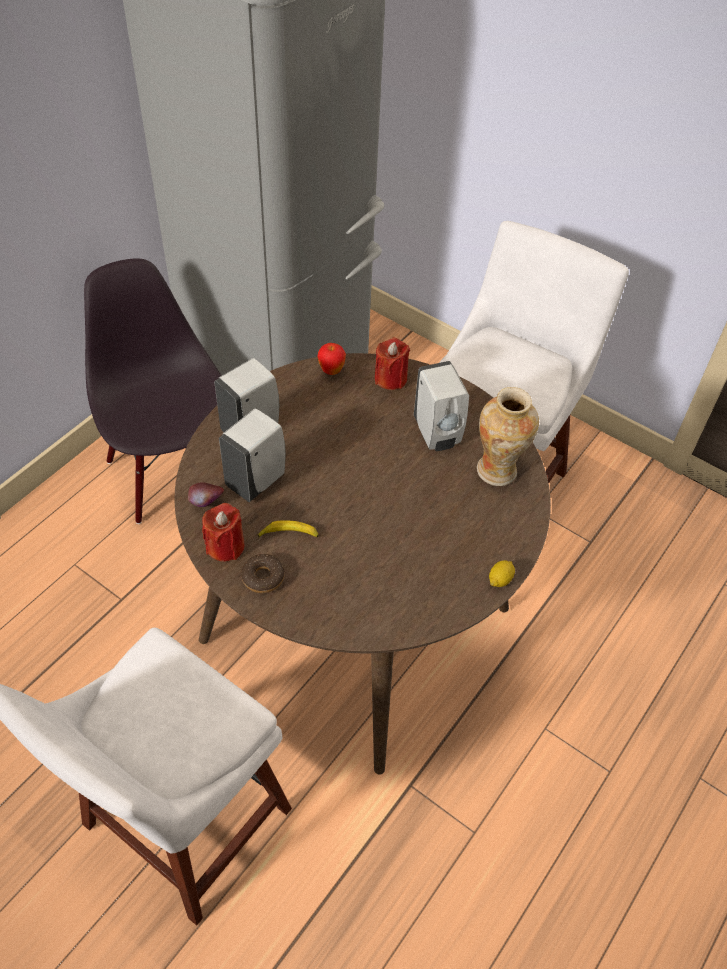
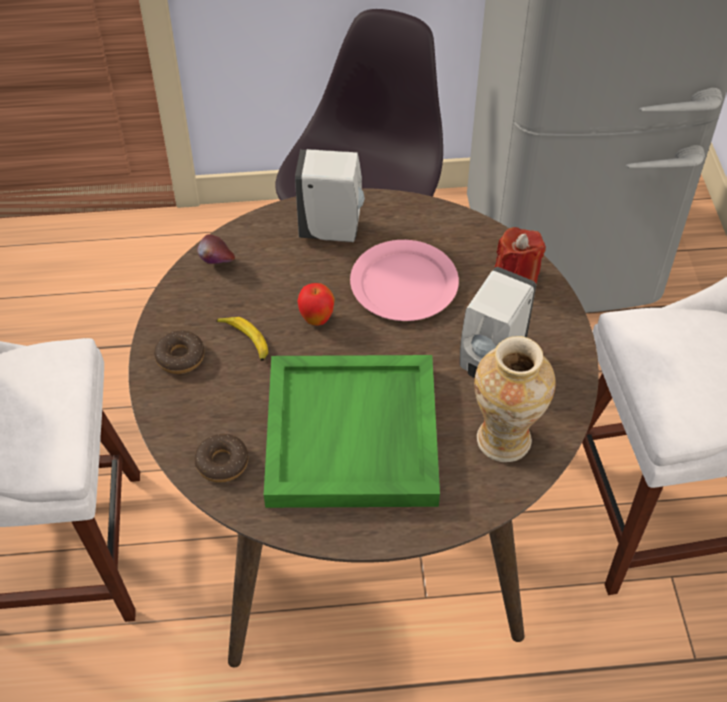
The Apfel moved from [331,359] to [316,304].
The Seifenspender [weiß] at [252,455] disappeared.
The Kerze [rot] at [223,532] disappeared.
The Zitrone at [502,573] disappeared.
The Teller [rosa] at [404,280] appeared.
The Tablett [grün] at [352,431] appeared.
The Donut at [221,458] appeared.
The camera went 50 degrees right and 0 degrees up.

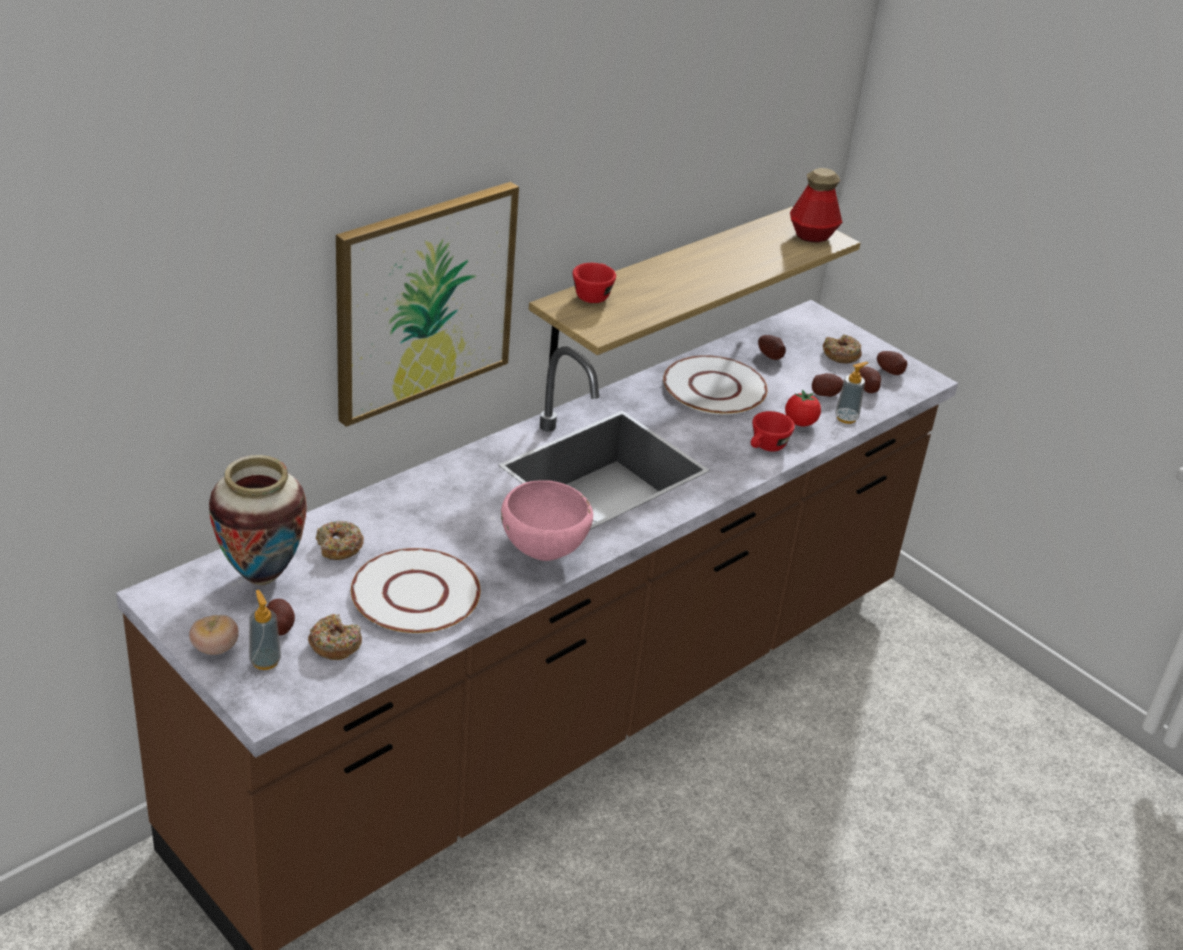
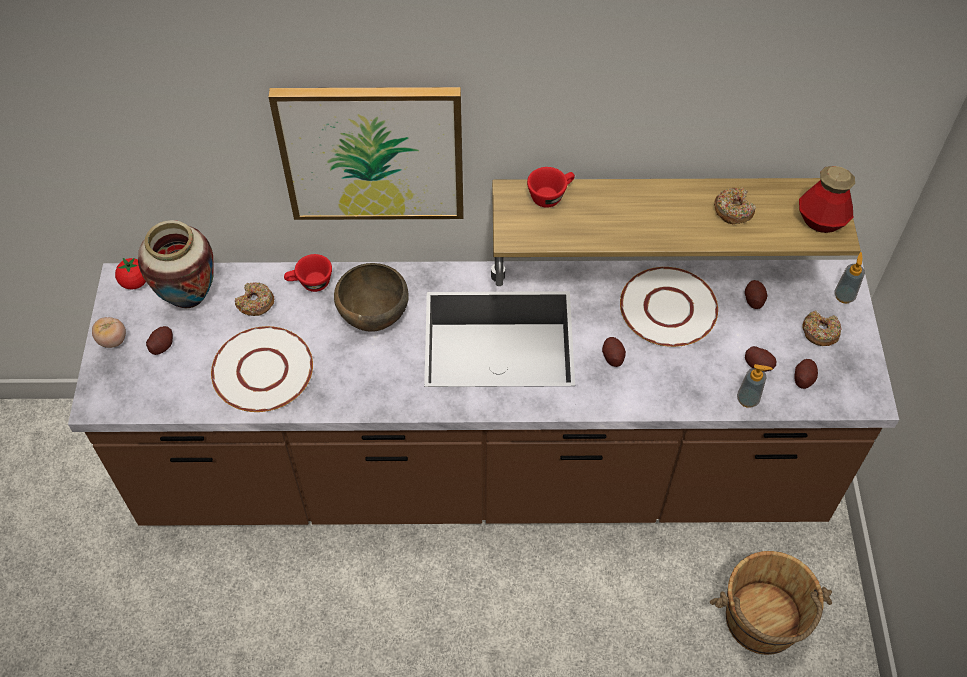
The Kartoffel moved from [892,363] to [614,352].
The Tomate moved from [803,408] to [130,274].
The Tasse [rot] moved from [773,431] to [308,273].
The Schüssel [rosa] at [547,520] disappeared.
The Seifenspender moved from [265,630] to [849,277].
The Donut moved from [335,637] to [735,206].
The Schüssel [braun] at [371,297] appeared.
The Eimer [braun] at [771,603] appeared.
The camera went 45 degrees right and 20 degrees up.

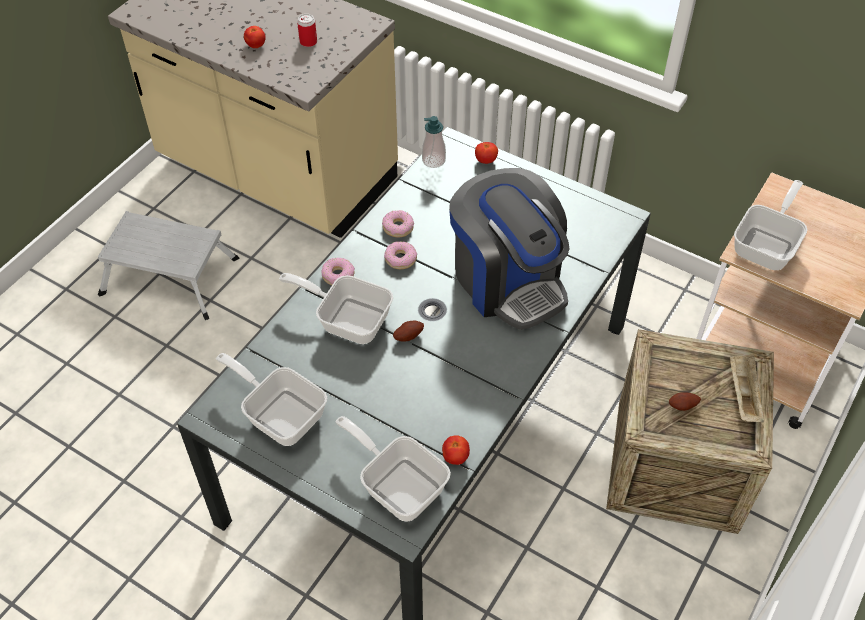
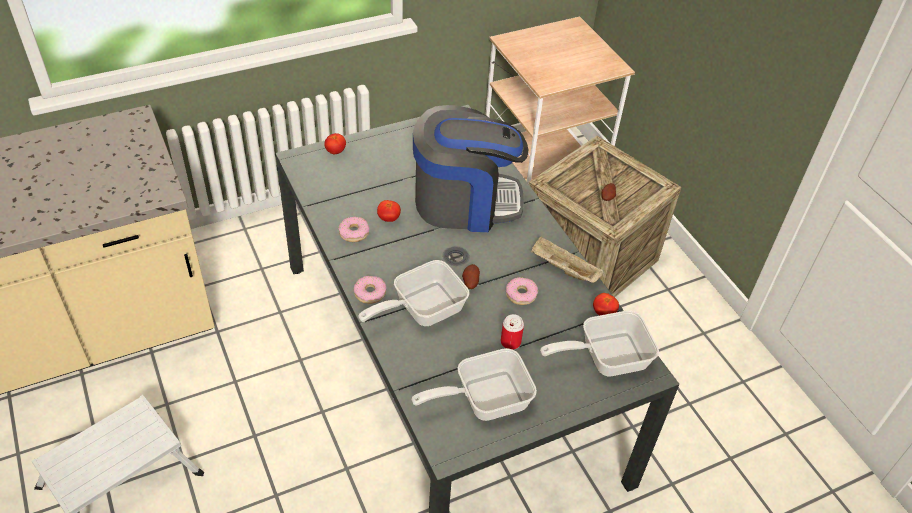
The Dose moved from [307,30] to [512,332].
The Tomate moved from [255,37] to [389,211].
The Seifenspender at [434,142] disappeared.
The Pfanne at [771,225] disappeared.
The Donut moved from [400,255] to [522,291].
The Tablett [beige] moved from [747,388] to [567,260].
The camera went 60 degrees left and 5 degrees down.

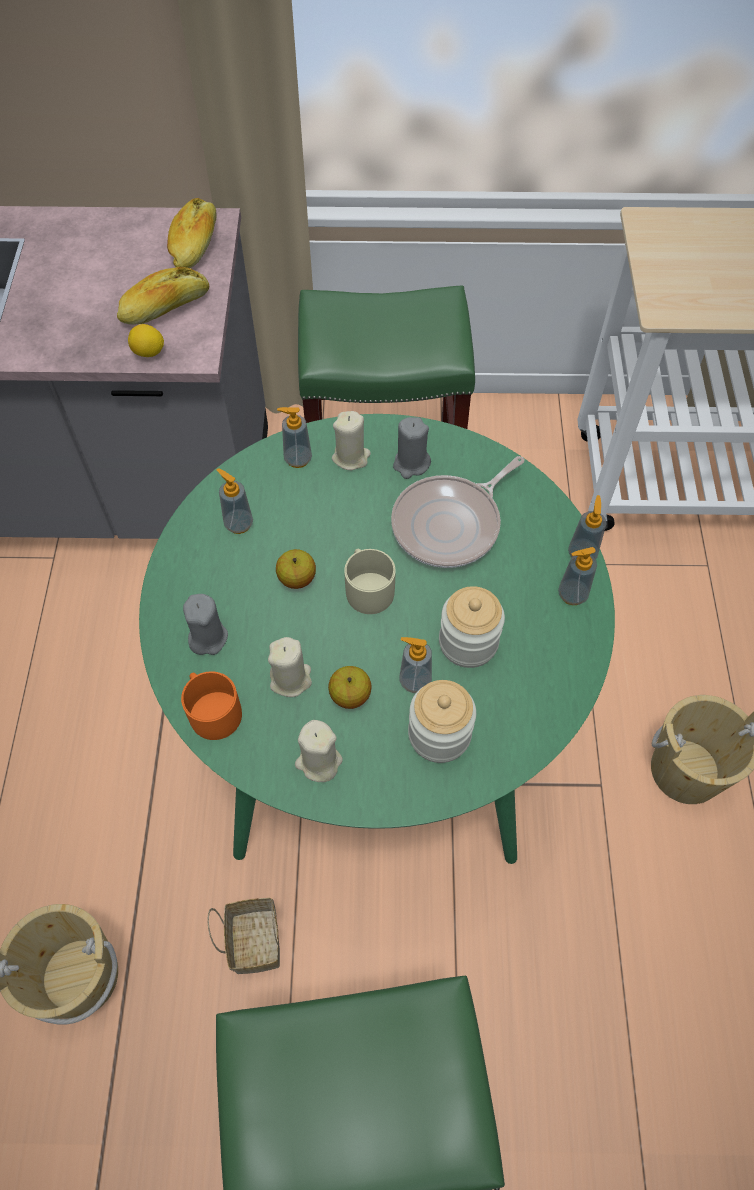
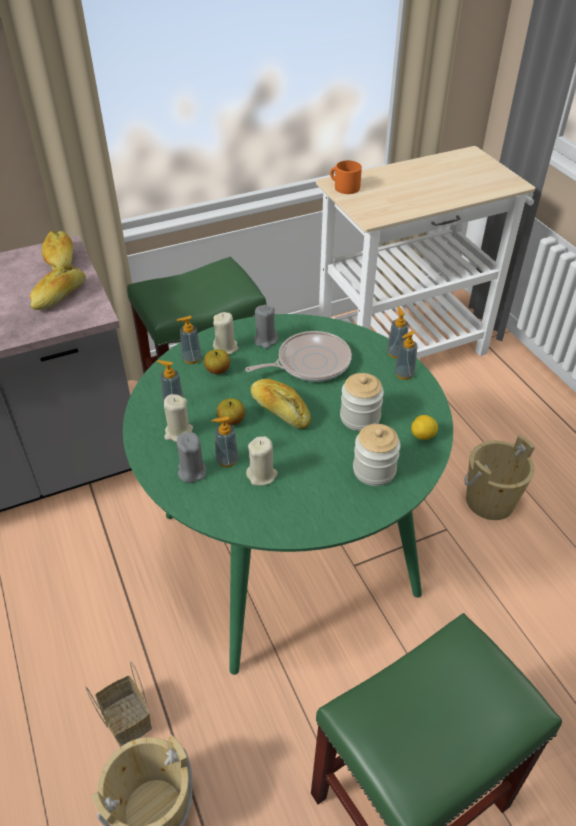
The Zitrone moved from [146,340] to [424,427].
The Pfanne at [458,512] turned 135 degrees counterclockwise.
The Henkelbecher [beige] at [370,581] was replaced by the Brot at [281,404].
The Seifenspender moved from [416,665] to [224,441].
The Apfel moved from [349,687] to [217,361].
The Henkelbecher [orange] moved from [211,705] to [346,177].
The Kerze [beige] moved from [319,751] to [178,418].
The Korb moved from [243,936] to [118,704].
The camera went 25 degrees left and 15 degrees down.

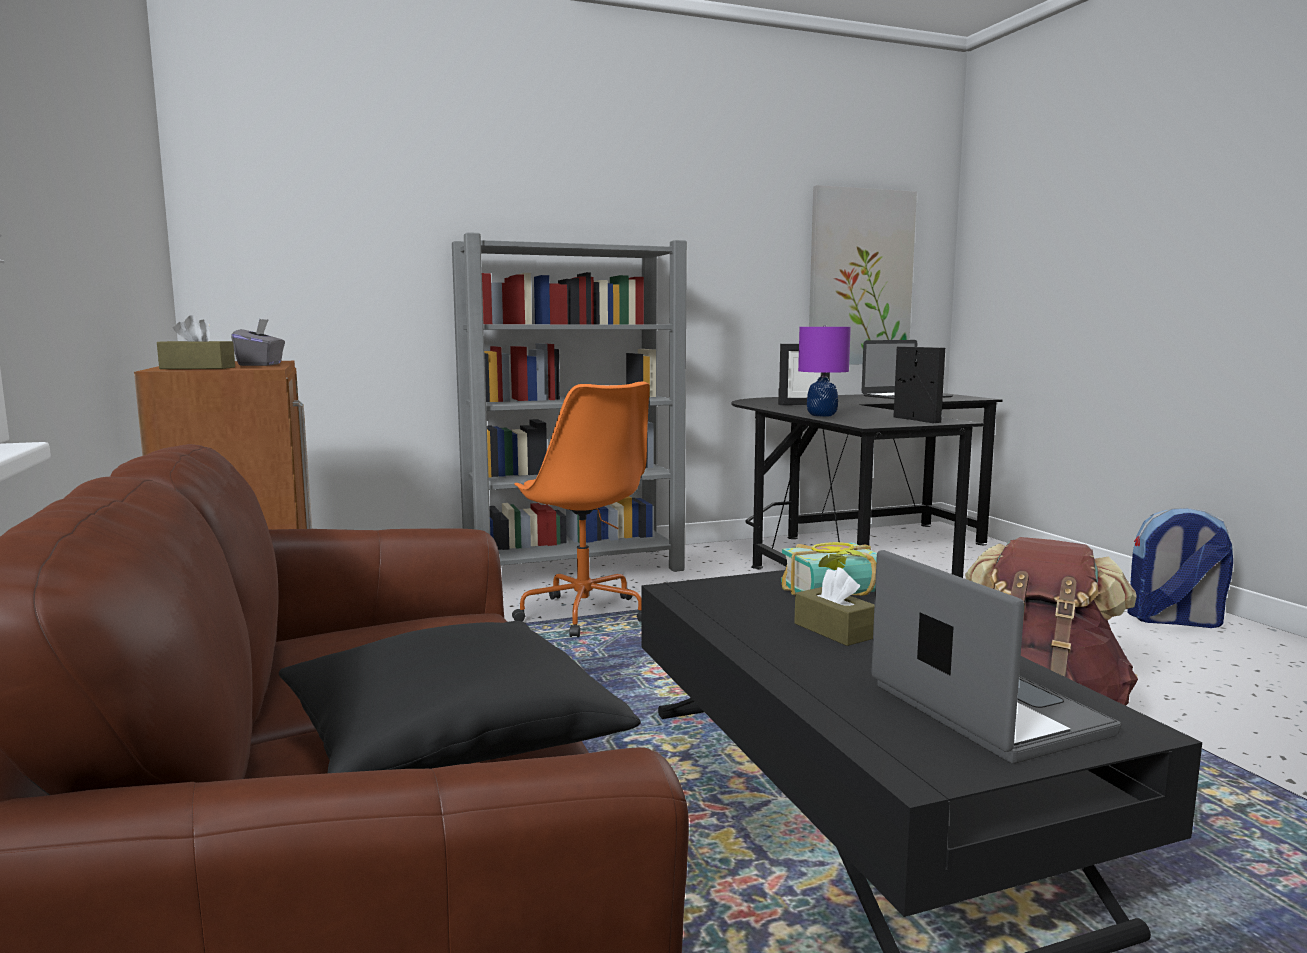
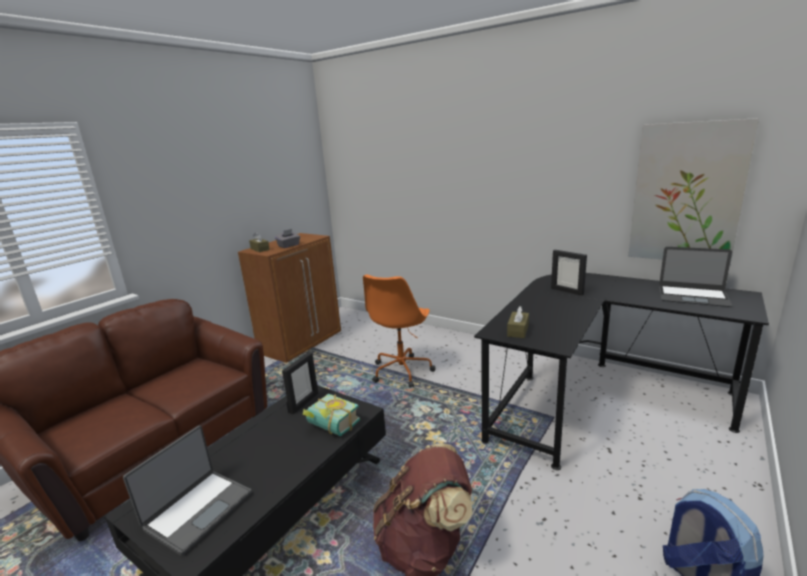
The Bücherregal [grau] at [569,402] disappeared.
The Tischlampe [lila] at [824,371] disappeared.
The Bilderrahmen moved from [919,385] to [300,383].
The Taschentuchbox [braun] moved from [834,606] to [518,322].
The Kissen [schwarz] at [460,697] disappeared.
The camera went 55 degrees right and 10 degrees up.

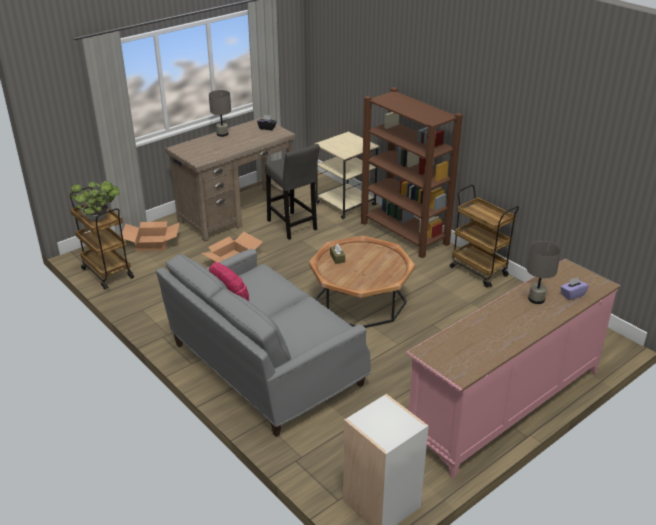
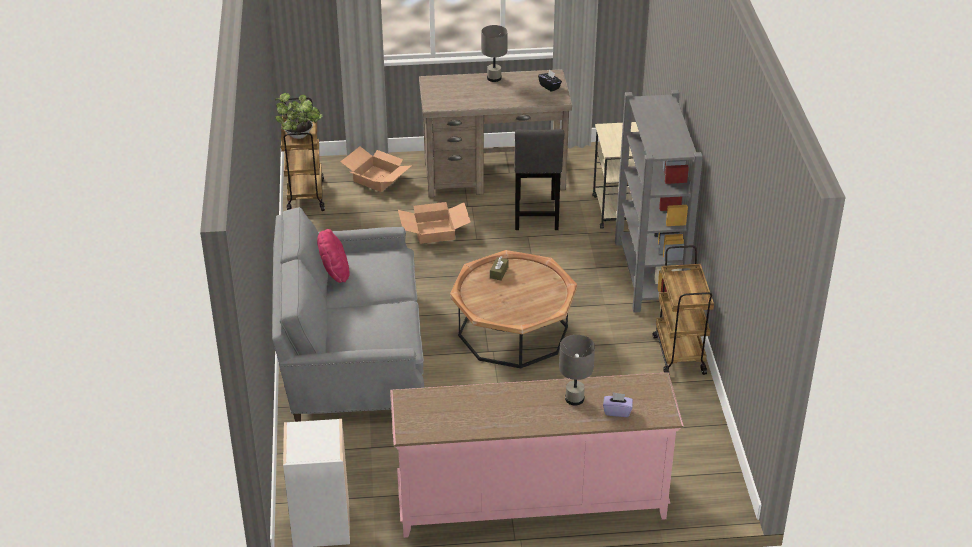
The Bücherregal [braun] at [412,172] became the Bücherregal [grau] at [659,201].
The camera went 35 degrees right and 5 degrees up.

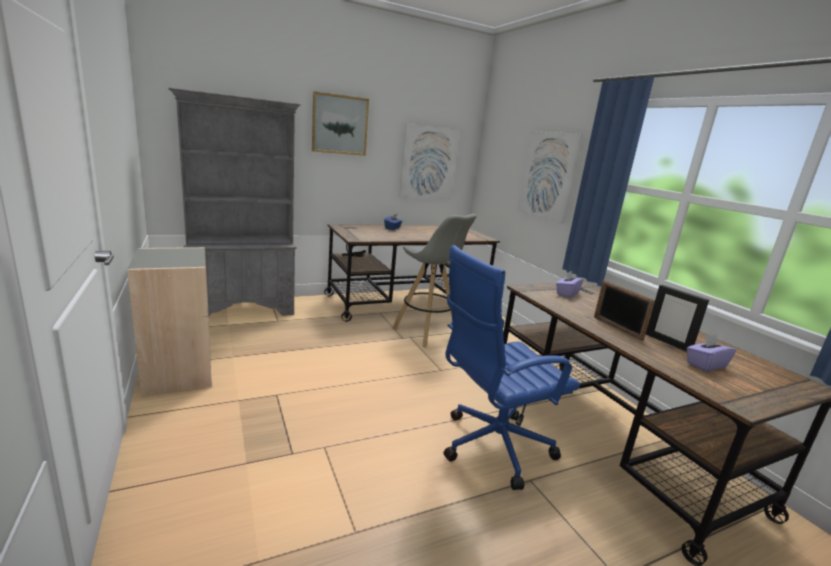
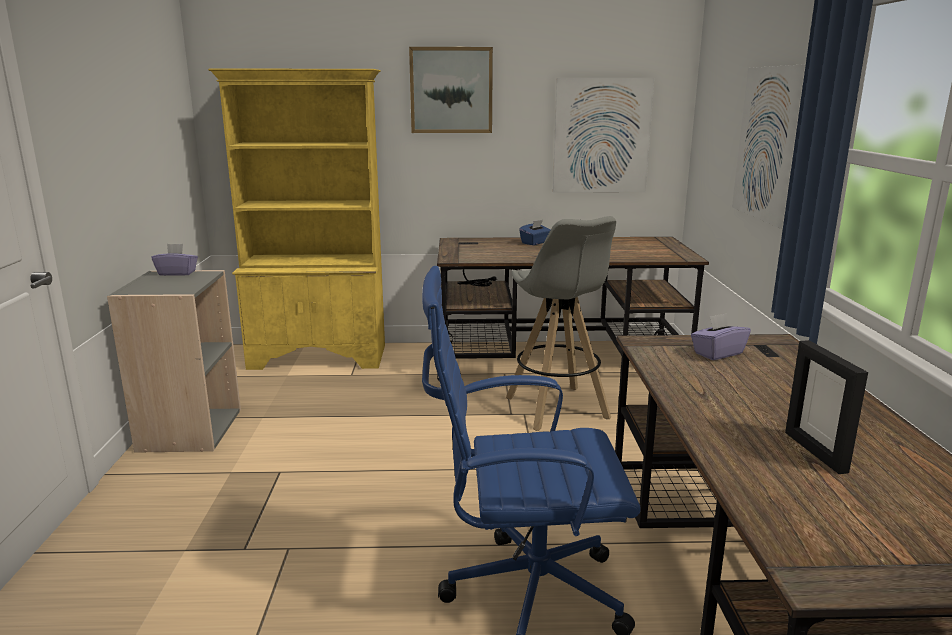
The Bücherregal [grau] at [234,202] became the Bücherregal [gelb] at [296,219].
The Bilderrahmen at [624,310] disappeared.
The Taschentuchbox [lila] moved from [711,353] to [174,260].
The camera went 25 degrees right and 0 degrees up.

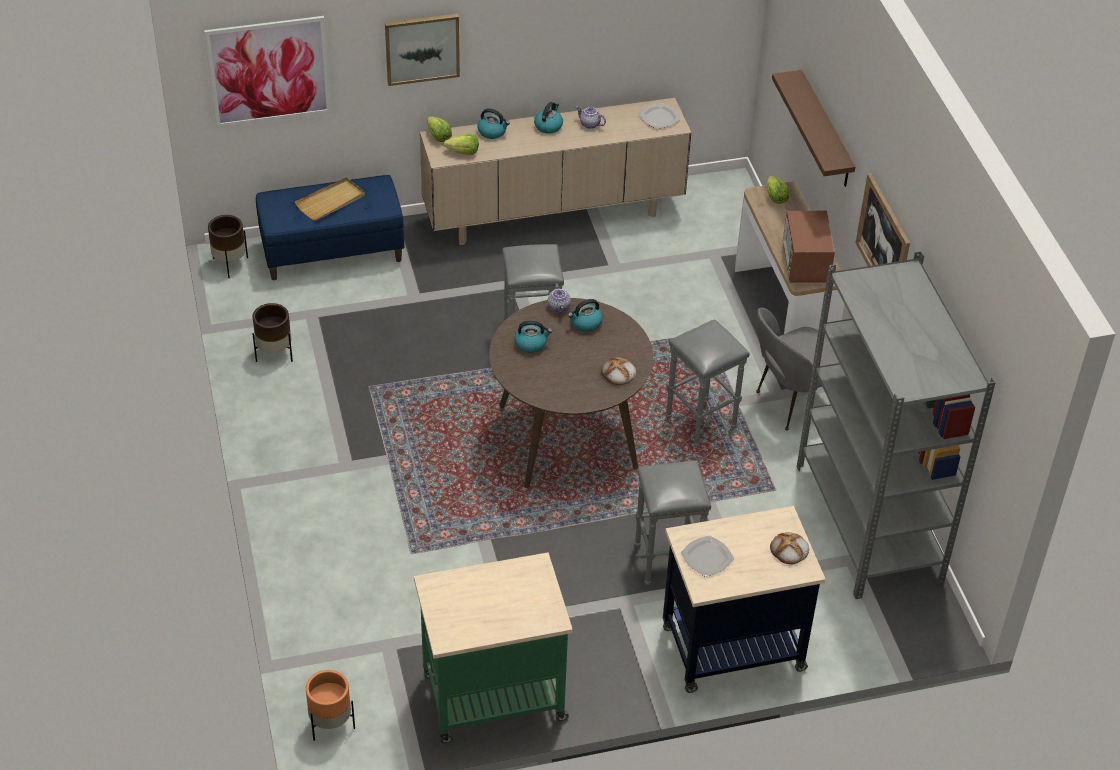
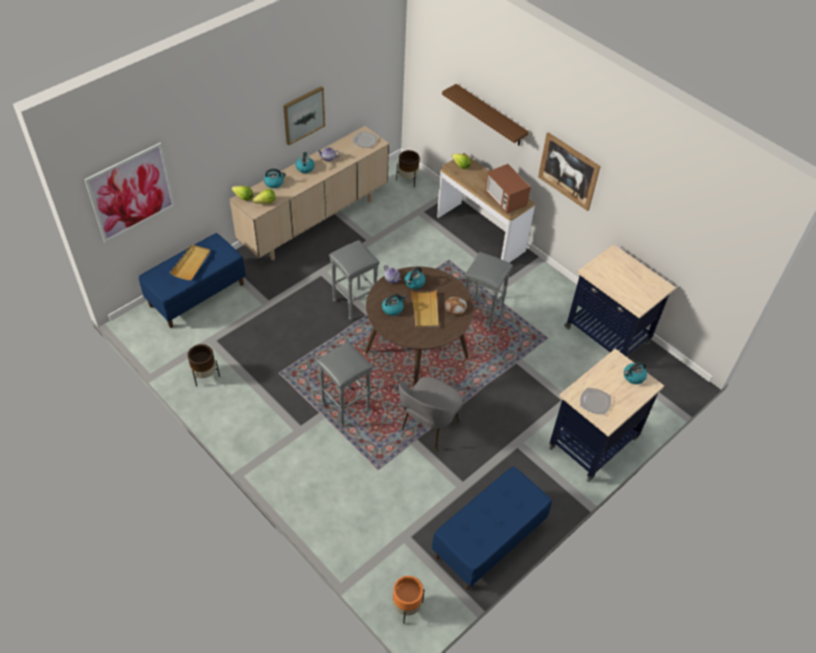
The Bild moved from [422,50] to [304,115].
The Pflanzkübel [braun] moved from [228,246] to [407,168].
The Bücherregal [grau] at [896,425] was replaced by the Rollwagen [blau] at [620,300].
The Stuhl [grau] moved from [797,369] to [431,414].
The Hocker [grau] moved from [673,523] to [344,384].
The Brot at [789,548] was replaced by the Wasserkessel at [635,373].
The Rollwagen [grün] at [493,648] was replaced by the Bank [blau] at [492,528].
The Tablett [beige] at [425,309] appeared.
The camera went 30 degrees left and 5 degrees up.

